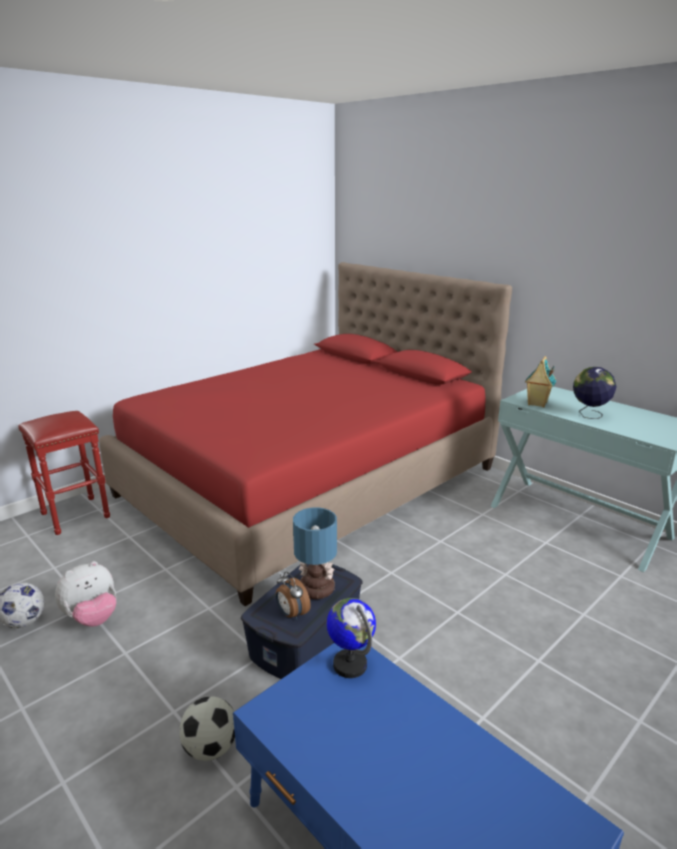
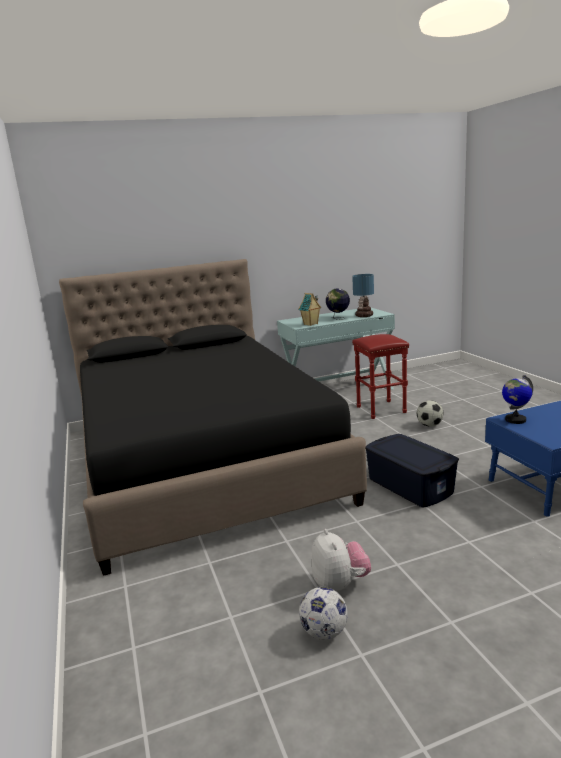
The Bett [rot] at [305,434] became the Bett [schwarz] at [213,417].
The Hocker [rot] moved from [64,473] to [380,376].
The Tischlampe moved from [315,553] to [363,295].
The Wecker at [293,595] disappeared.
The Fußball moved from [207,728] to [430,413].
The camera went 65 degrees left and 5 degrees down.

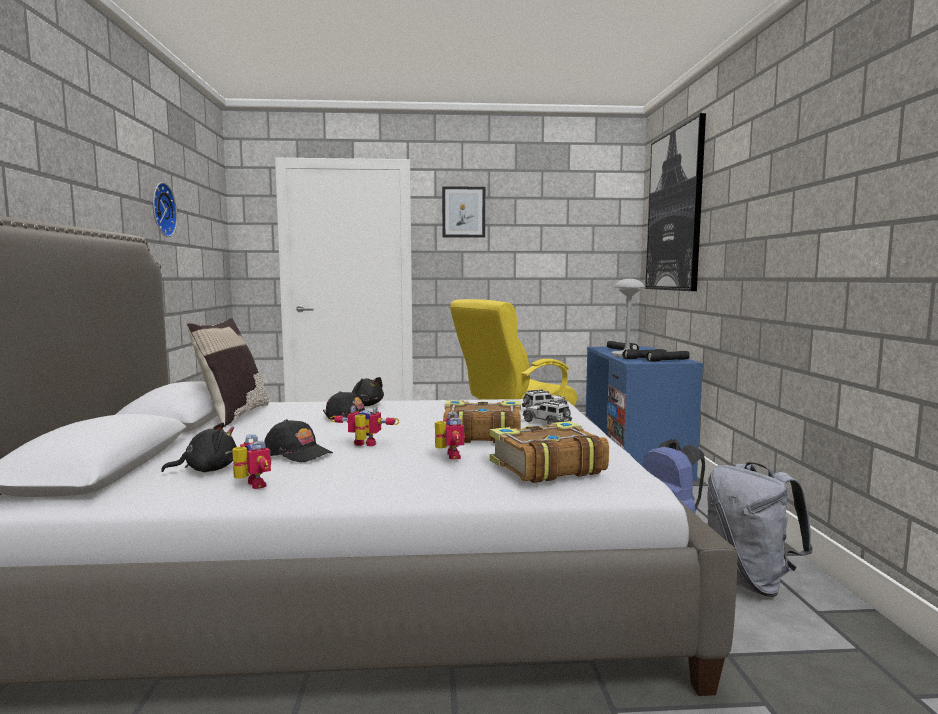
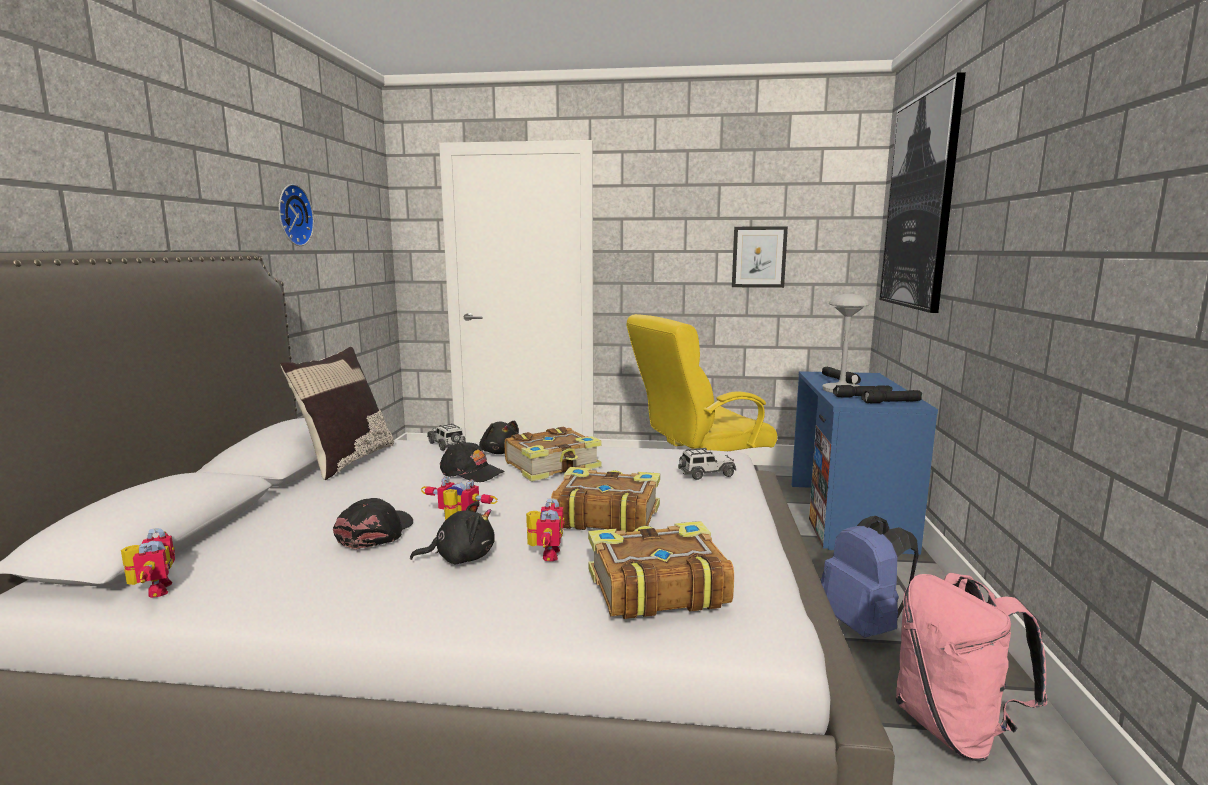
The Bild moved from [463,212] to [760,257].
The Spielzeugauto moved from [547,412] to [446,437].
The Kappe [schwarz] at [298,440] turned 120 degrees counterclockwise.
The Plüschtier [schwarz] moved from [199,447] to [452,532].
The Spielzeugroboter moved from [251,461] to [148,563].
The Rucksack [grau] at [760,529] became the Rucksack [rosa] at [972,667].
The Buch at [553,454] appeared.
The camera went 10 degrees right and 5 degrees up.

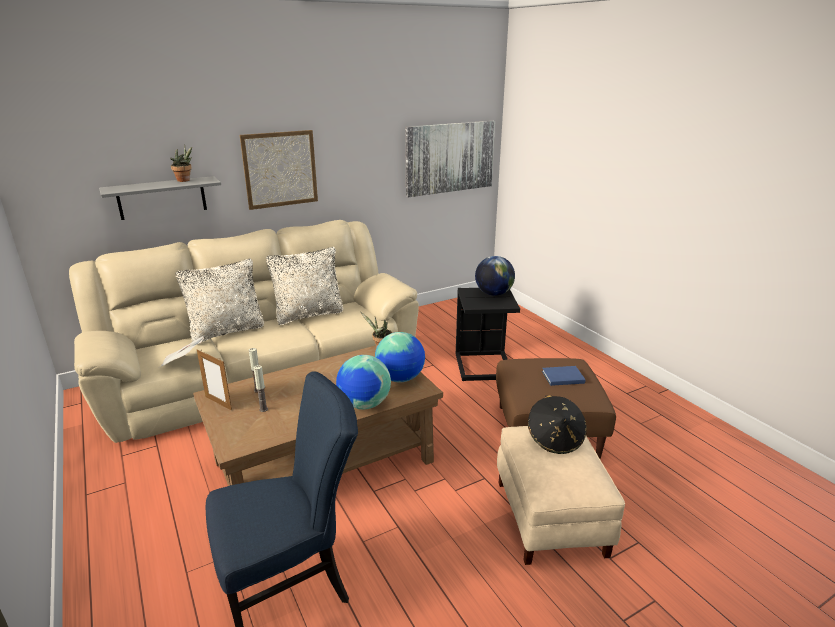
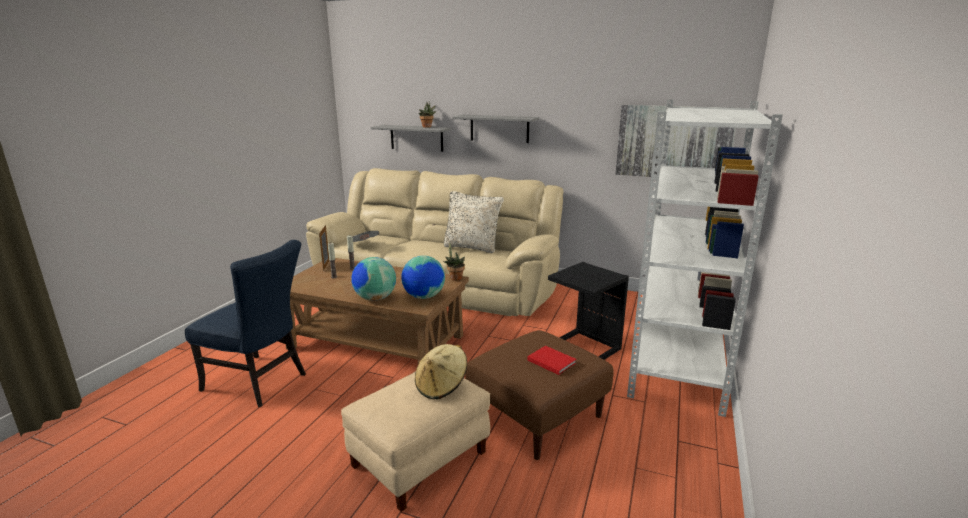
The Bild at [279,170] was replaced by the Wandregal [grau] at [495,129].
The Globus at [495,276] disappeared.
The Kissen [beige] at [219,300] disappeared.
The Buch [blau] at [564,376] became the Buch [rot] at [552,360].
The Hut [schwarz] at [557,424] became the Hut [beige] at [441,372].
The Bücherregal [weiß] at [705,258] appeared.
The camera went 50 degrees right and 5 degrees down.

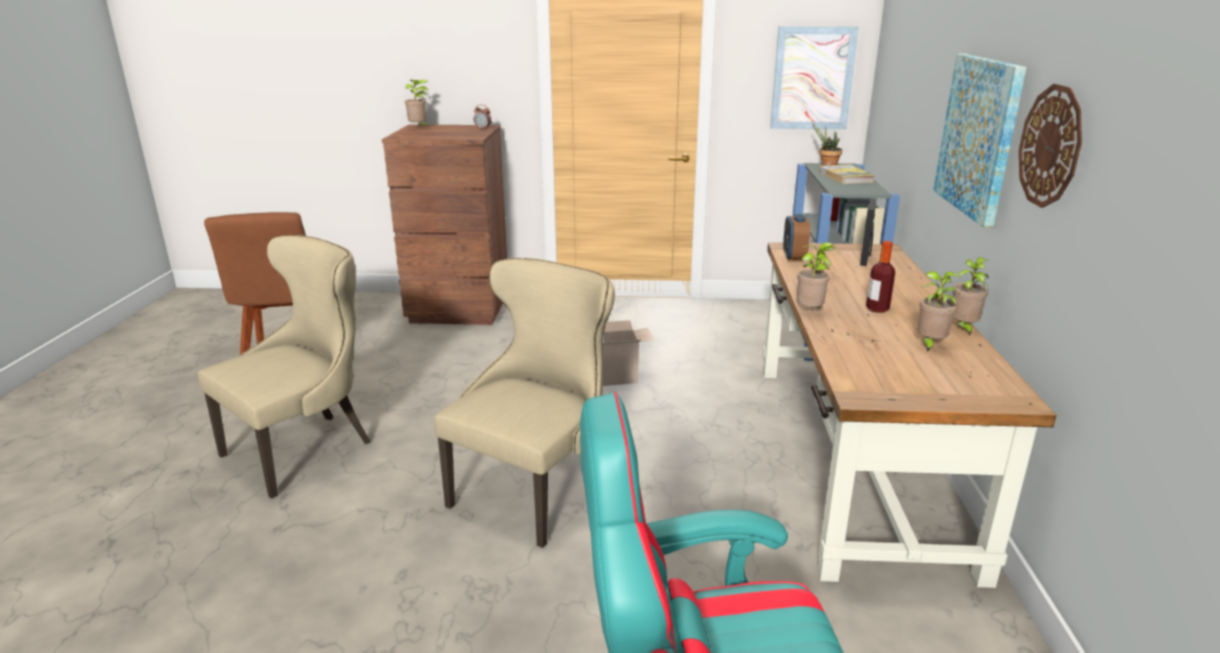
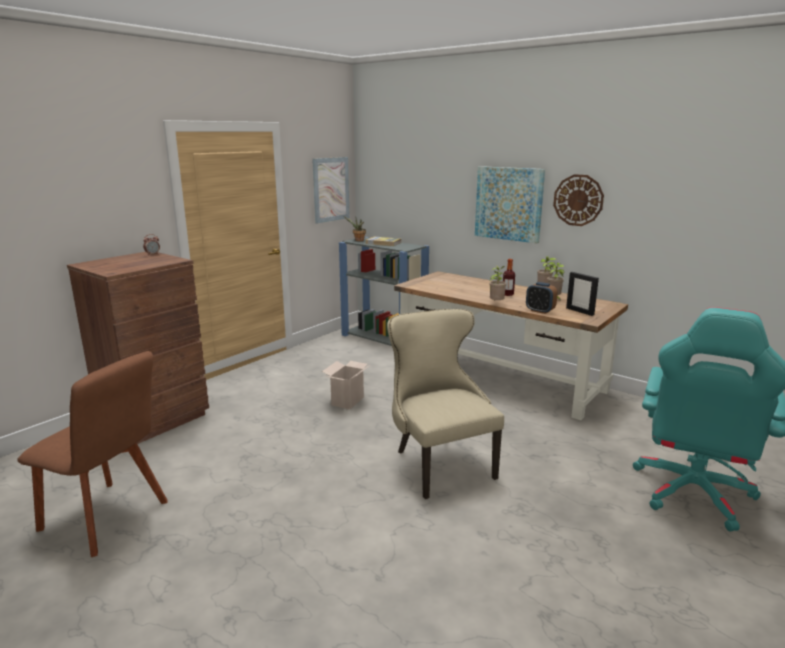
The Topfpflanze at [417,103] disappeared.
The Bilderrahmen moved from [868,232] to [582,294].
The Wecker moved from [796,237] to [542,298].
The Stuhl [beige] at [284,367] disappeared.
The camera went 55 degrees left and 5 degrees down.

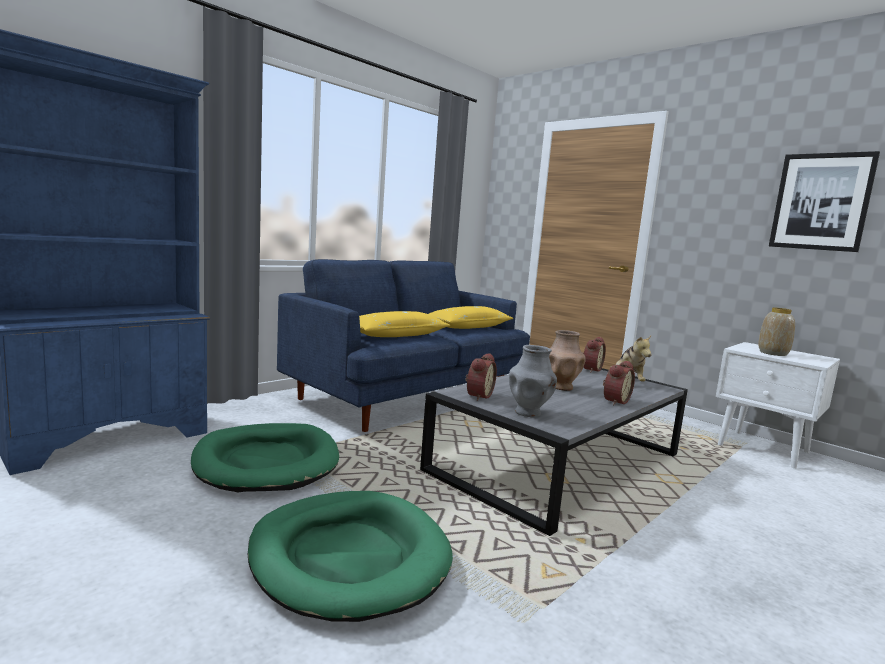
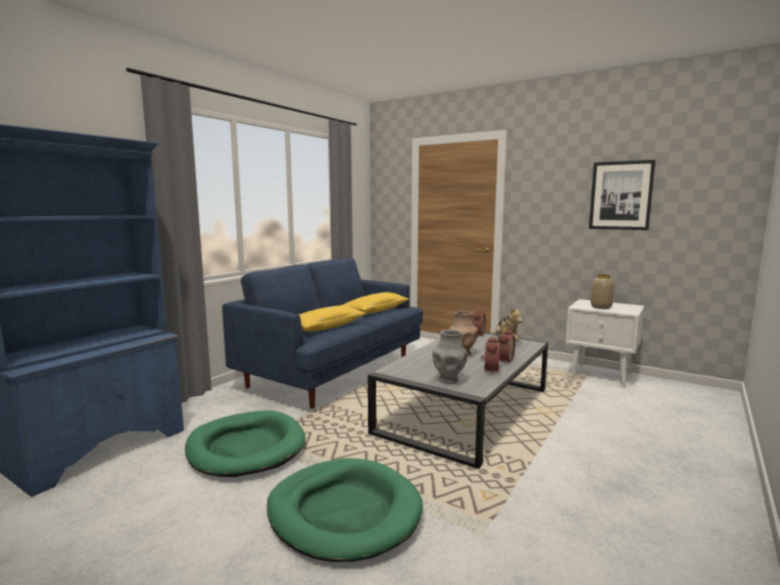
The Wecker moved from [481,377] to [490,355].
The camera went 10 degrees left and 0 degrees up.

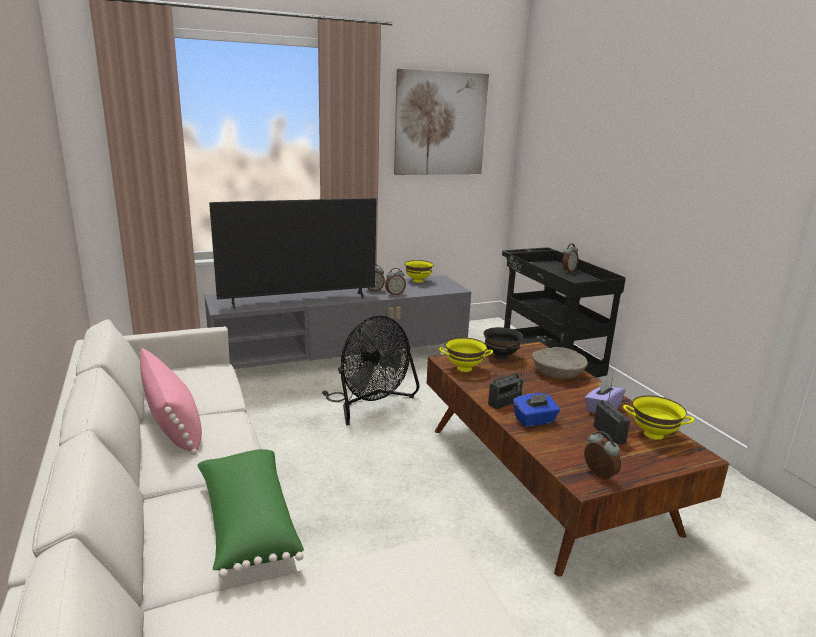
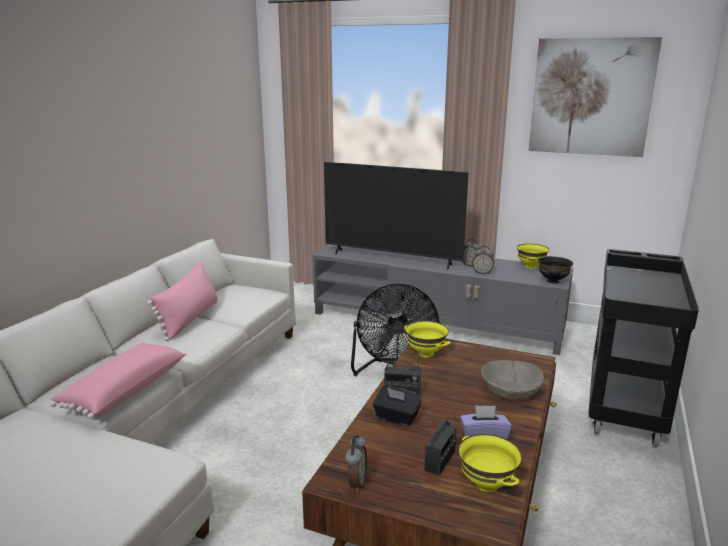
The Wecker at [570,258] disappeared.
The Schüssel [schwarz] moved from [503,343] to [555,269].
The Taschentuchbox [blau] at [536,410] became the Taschentuchbox [schwarz] at [397,406].
The Kissen [grün] at [251,513] became the Kissen [rosa] at [118,381].
The camera went 45 degrees right and 0 degrees up.

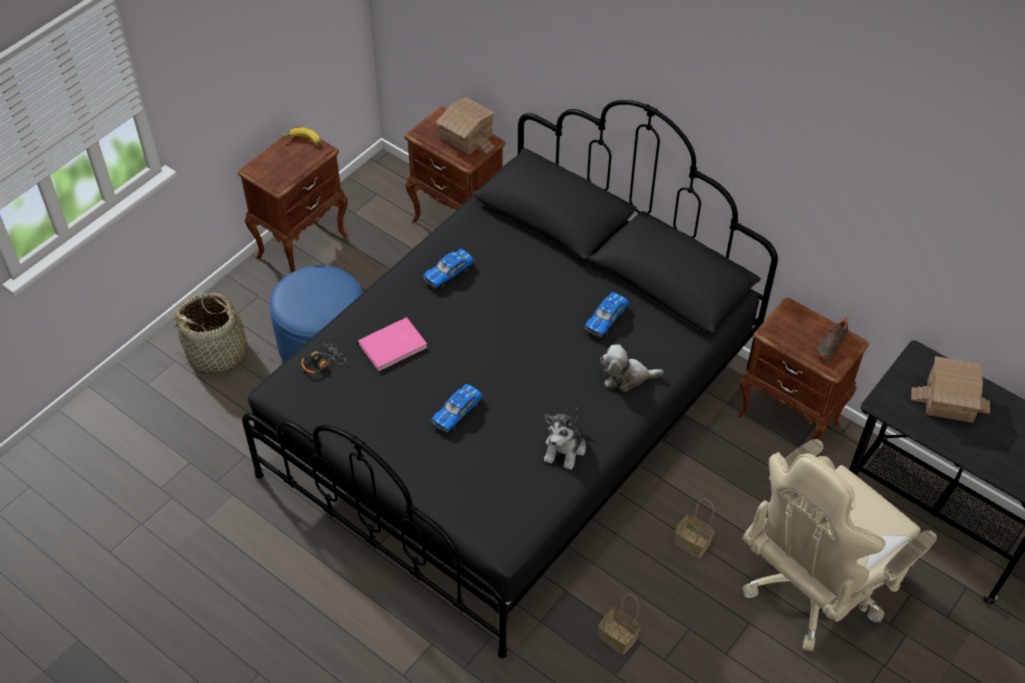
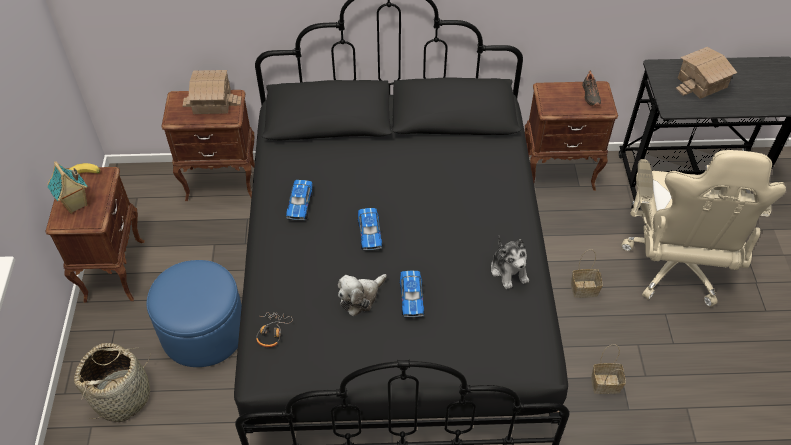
The Spielzeugauto moved from [606,315] to [370,229].
The Buch [rosa] at [393,344] disappeared.
The Plüschtier moved from [632,368] to [362,295].
The Spielzeughaus at [68,187] appeared.
The camera went 40 degrees left and 0 degrees up.

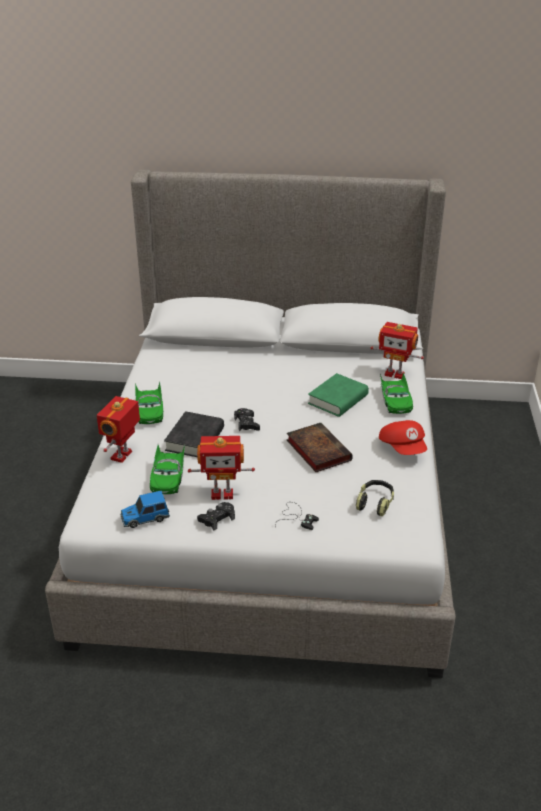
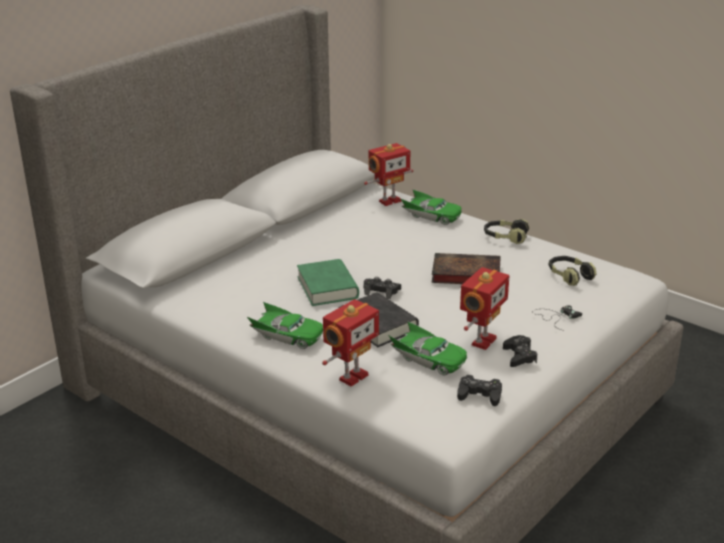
The Buch [grün] moved from [338,395] to [328,282].
The Spielzeugroboter at [118,429] turned 105 degrees counterclockwise.
The Kappe [rot] at [403,437] was replaced by the Kopfhörer at [506,231].
The Spielzeugauto at [145,509] was replaced by the Gamepad [schwarz] at [479,390].
The camera went 55 degrees left and 5 degrees down.

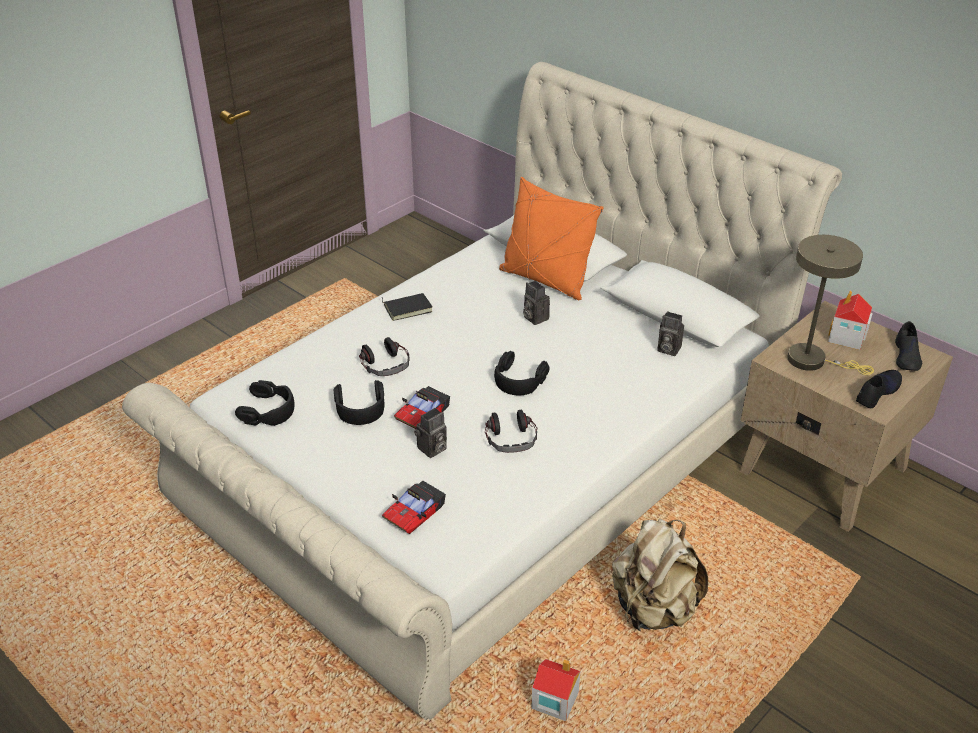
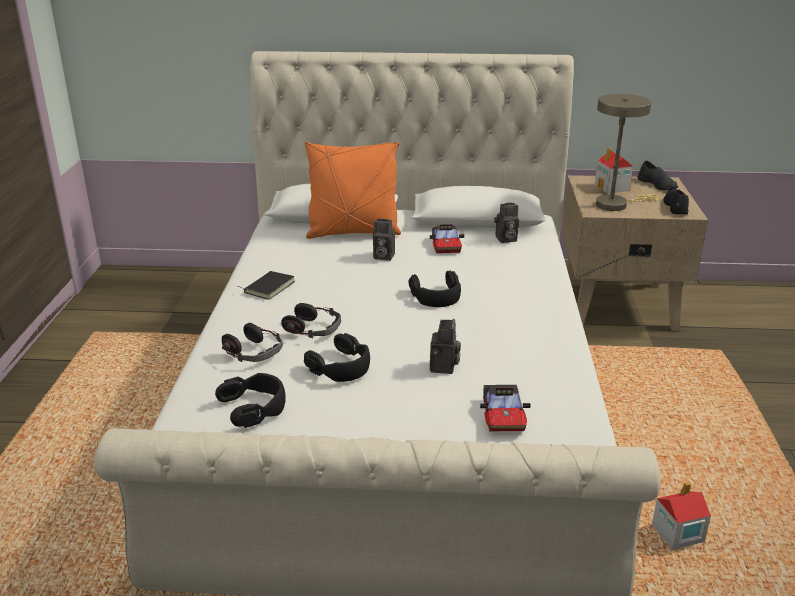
The Spielzeugauto moved from [422,408] to [447,238].
The Kopfhörer moved from [511,431] to [252,342].
The Rucksack [beige] at [660,574] disappeared.
The camera went 40 degrees left and 10 degrees down.

